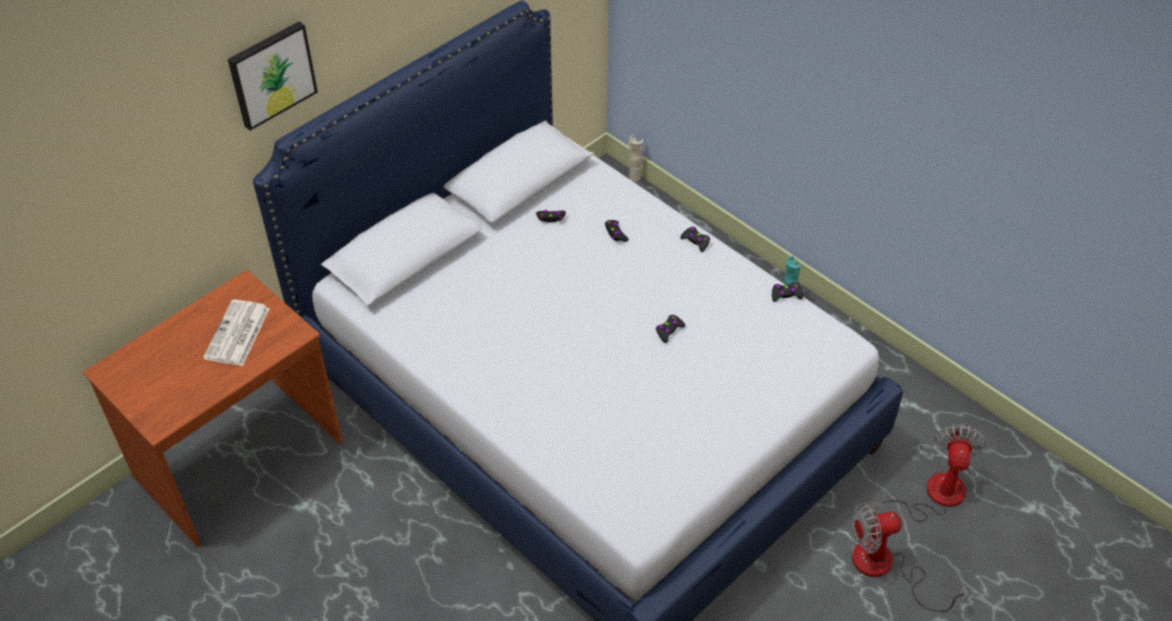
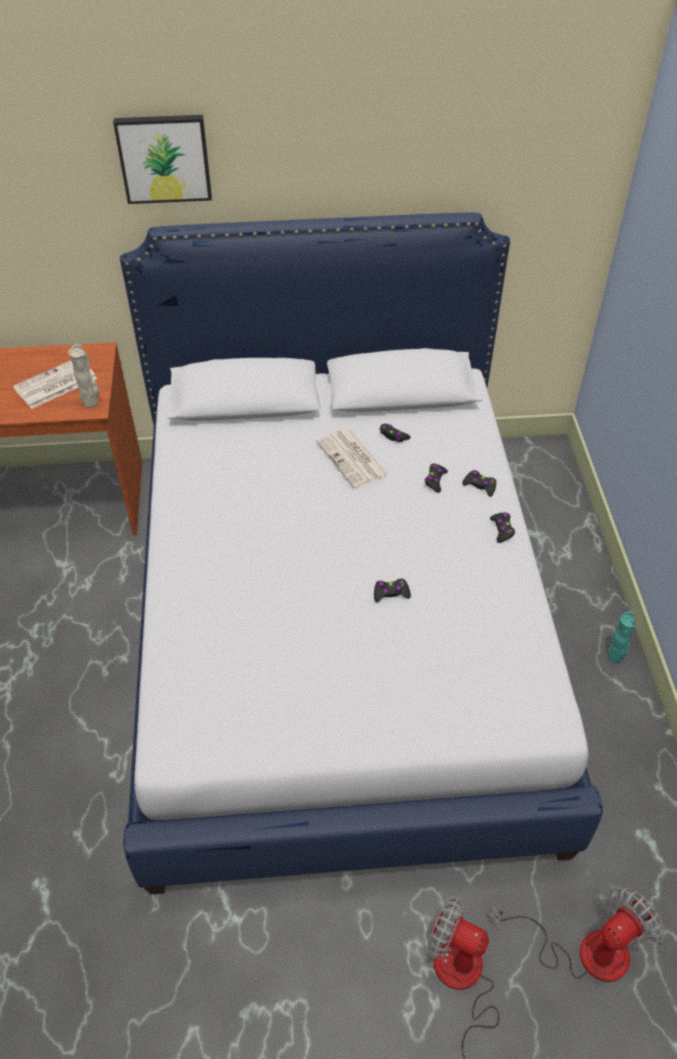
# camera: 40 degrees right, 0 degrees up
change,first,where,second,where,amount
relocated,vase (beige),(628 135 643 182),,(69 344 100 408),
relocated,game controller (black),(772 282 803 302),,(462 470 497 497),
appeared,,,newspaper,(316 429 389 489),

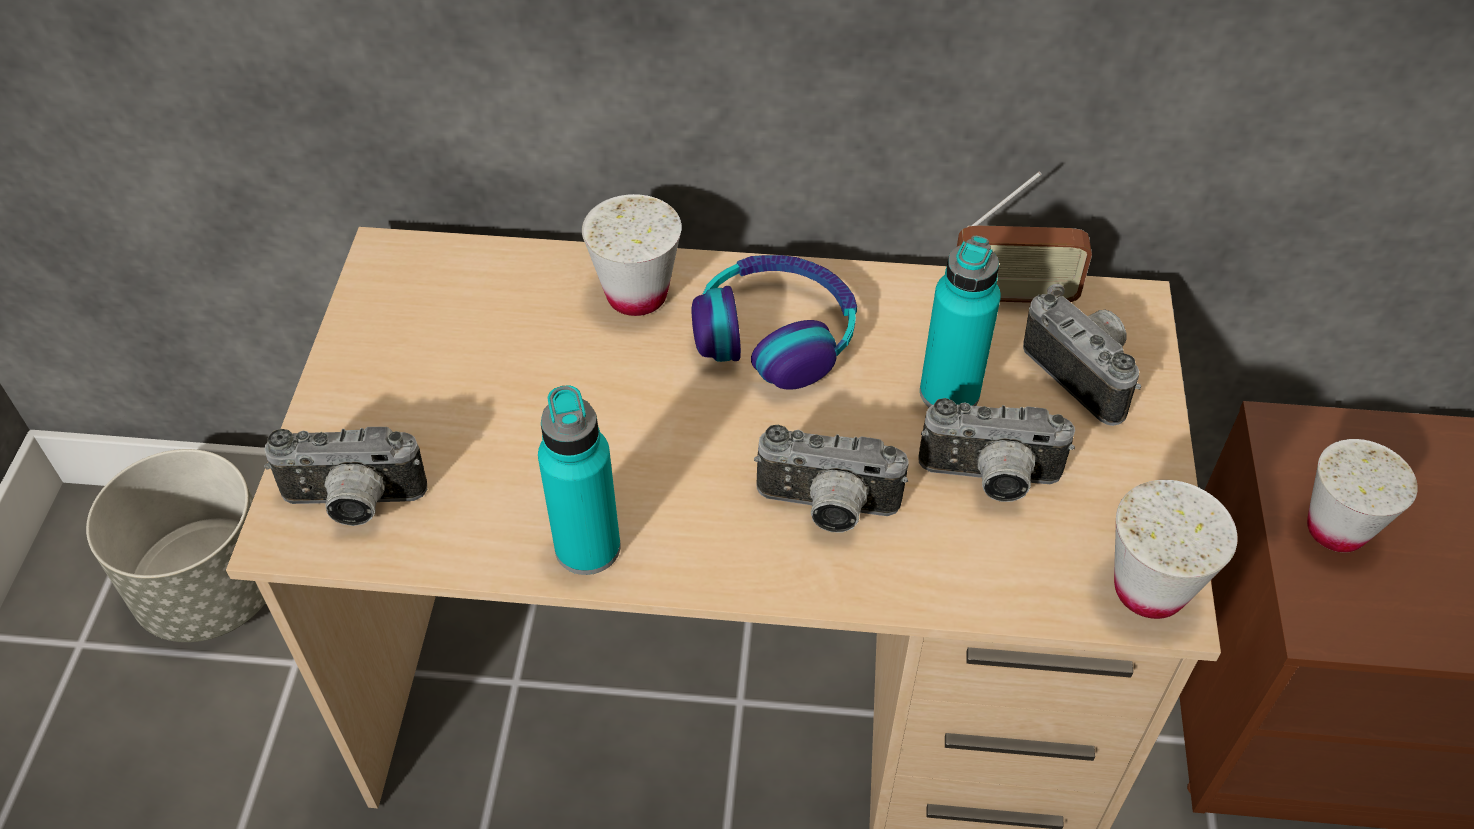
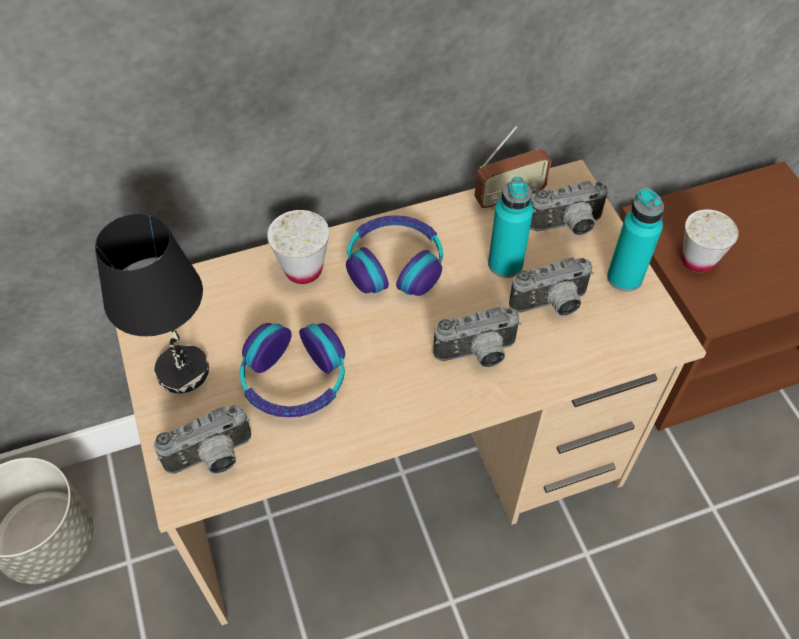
# camera: 25 degrees left, 5 degrees up
change,first,where,second,where,amount
spun,photo camera,(1023 294 1141 426),,(530 181 609 235),135 degrees clockwise
relocated,bottle (turquoise),(538 386 621 575),,(607 187 664 292),
missing,cup (white),(1114 480 1238 619),,,
appeared,,,table lamp (black),(95 213 209 393),
appeared,,,headphones,(240 323 345 417),

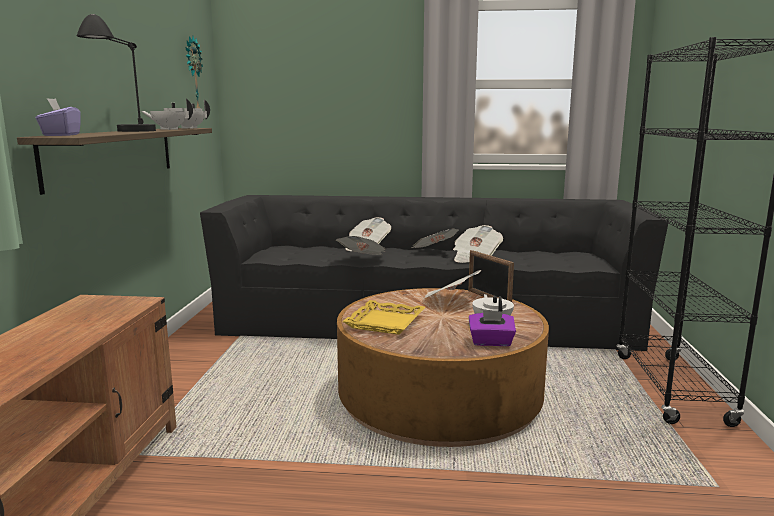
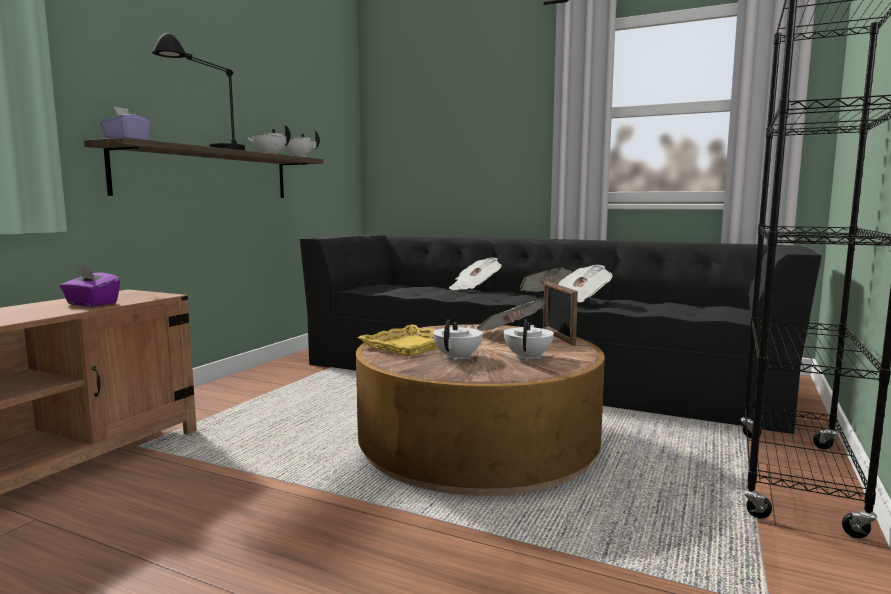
# camera: 20 degrees right, 5 degrees down
change,first,where,second,where,amount
missing,wall clock,(185 36 203 108),,,
missing,newspaper,(336 236 385 255),,,
relocated,tissue box (purple),(469 310 516 346),,(60 265 120 307),
appeared,,,teapot (white),(433 320 483 361),

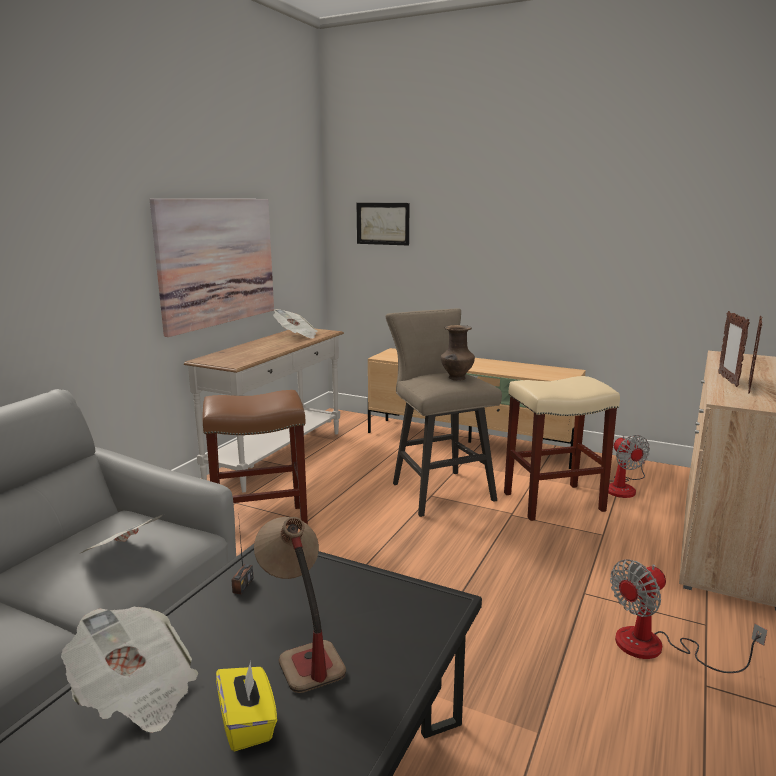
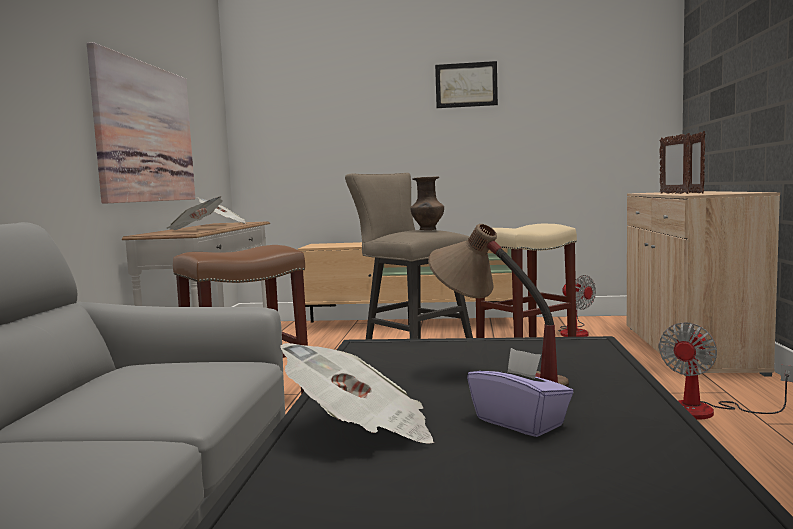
# camera: 20 degrees left, 10 degrees down
change,first,where,second,where,amount
relocated,picture,(357 203 410 246),,(435 61 498 108),
missing,radio,(231 513 254 594),,,
relocated,newspaper,(81 515 162 553),,(167 196 223 230),
colour,tissue box (yellow),(216 661 277 752),tissue box (purple),(467 348 574 437),

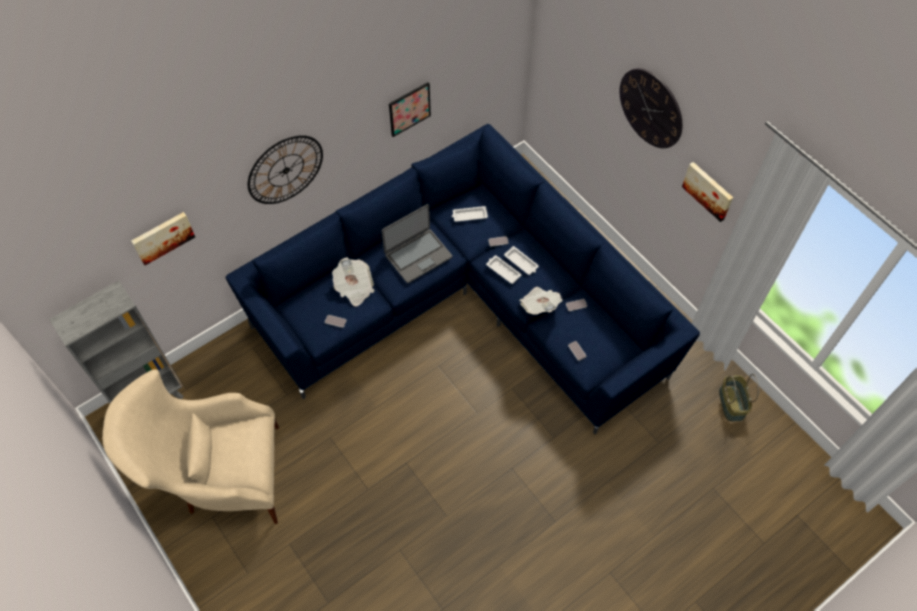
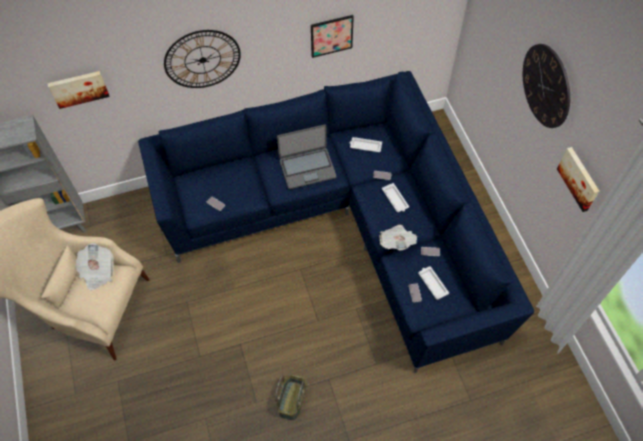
# camera: 20 degrees right, 0 degrees up
change,first,where,second,where,amount
relocated,tray (white),(486 255 522 284),,(418 266 449 300),
relocated,newspaper,(332 257 374 307),,(75 243 114 291),
relocated,basket,(719 374 759 422),,(275 374 305 420),

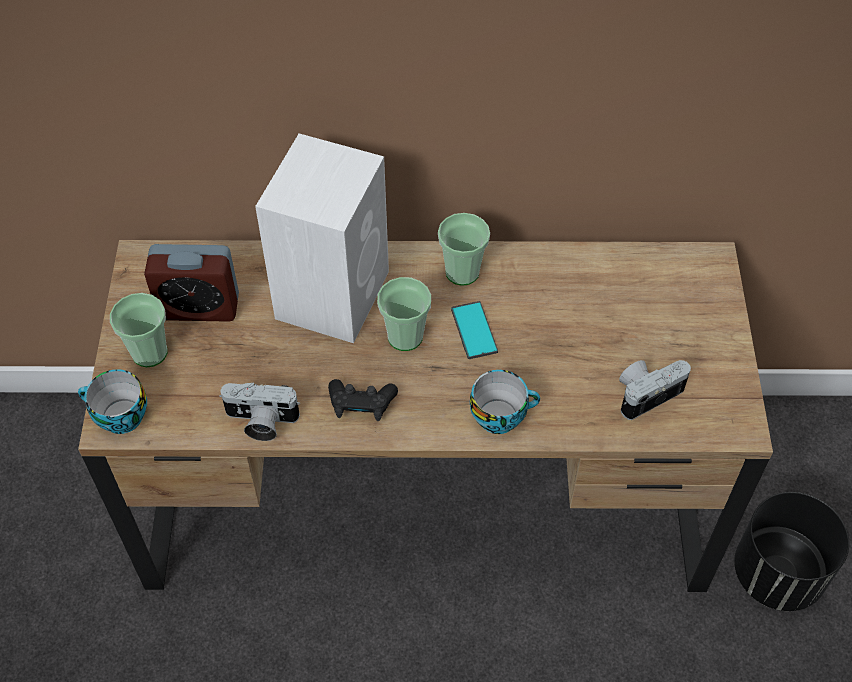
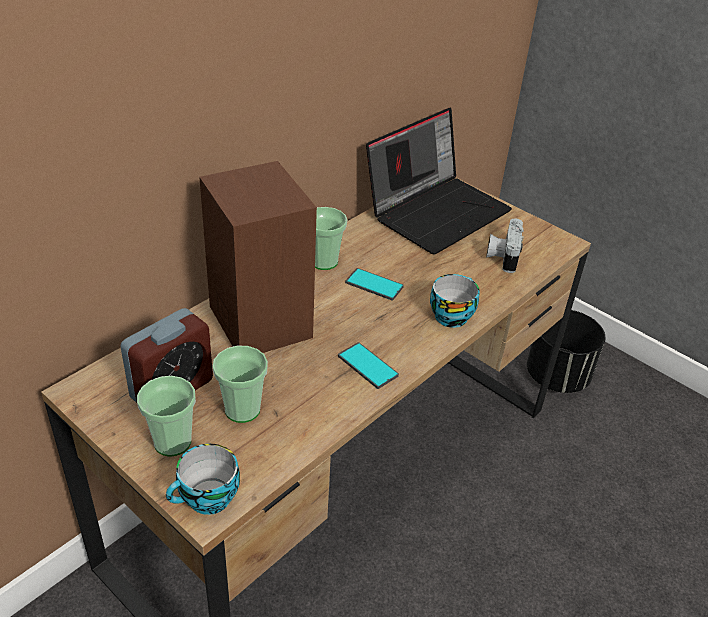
# camera: 50 degrees left, 15 degrees down
change,first,where,second,where,amount
colour,speaker (white),(255 133 389 343),speaker (brown),(199 161 317 353),
relocated,cup,(377 277 431 351),,(212 346 268 423),
exchanged,game controller (black),(328 379 398 421),phone,(338 342 399 389),
missing,photo camera,(220 382 300 441),,,
appeared,,,laptop,(366 107 512 255),

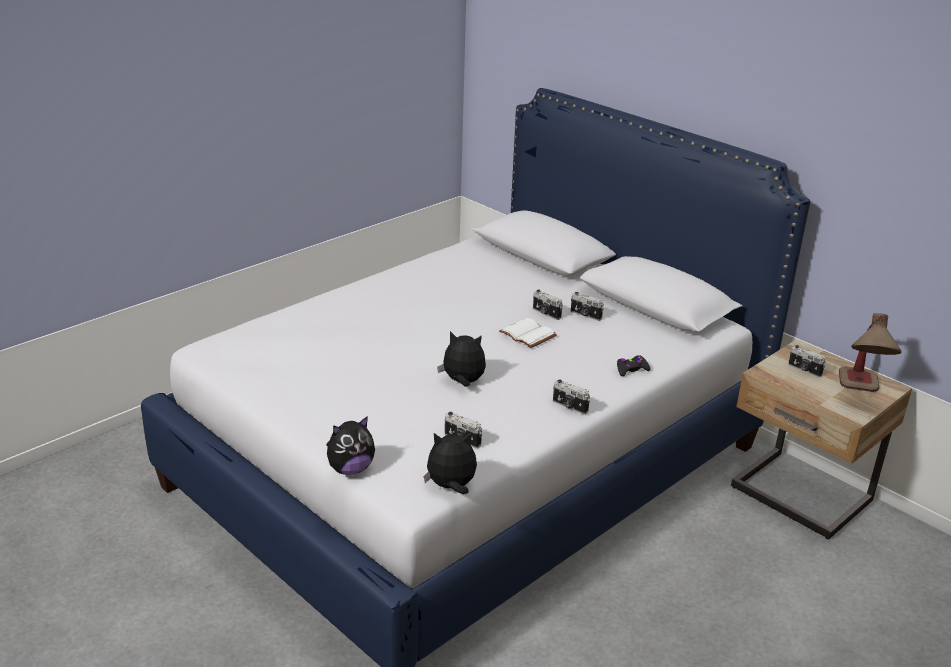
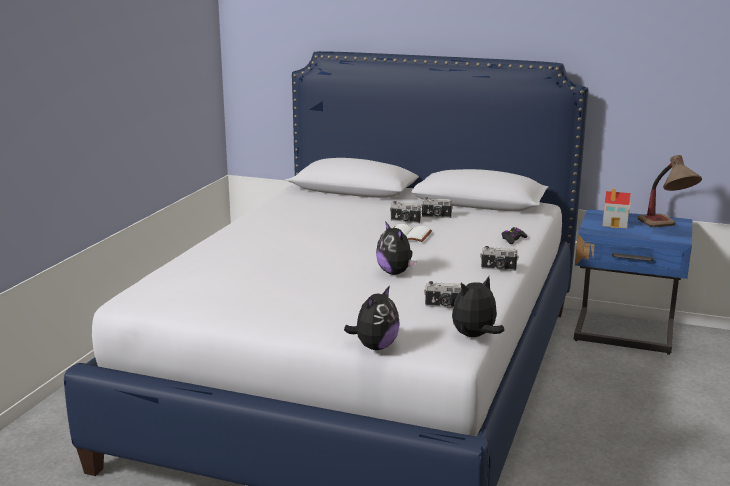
# camera: 25 degrees left, 10 degrees down
change,first,where,second,where,amount
spun,plush toy,(437 331 486 387),,(376 221 416 275),105 degrees counterclockwise
colour,nightstand (beige),(731 339 912 540),nightstand (blue),(574 209 692 355),
exchanged,photo camera,(788 345 826 377),toy house,(602 189 631 228),

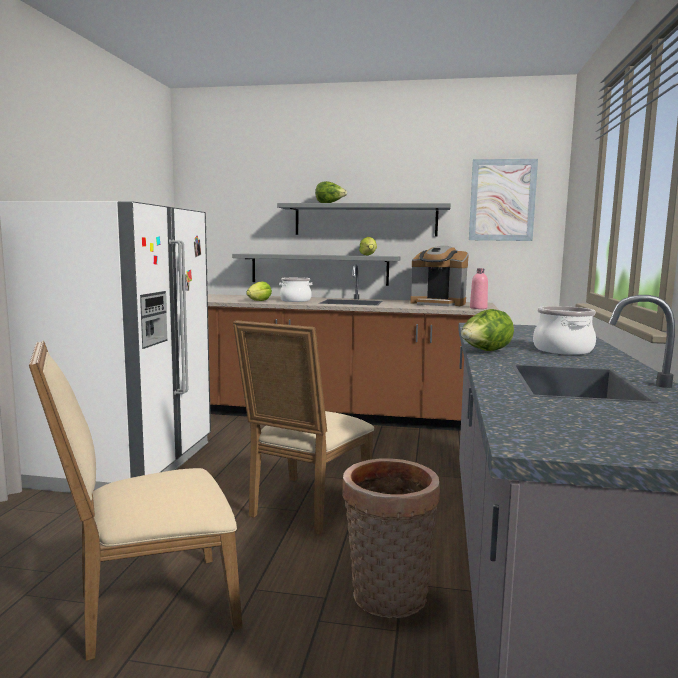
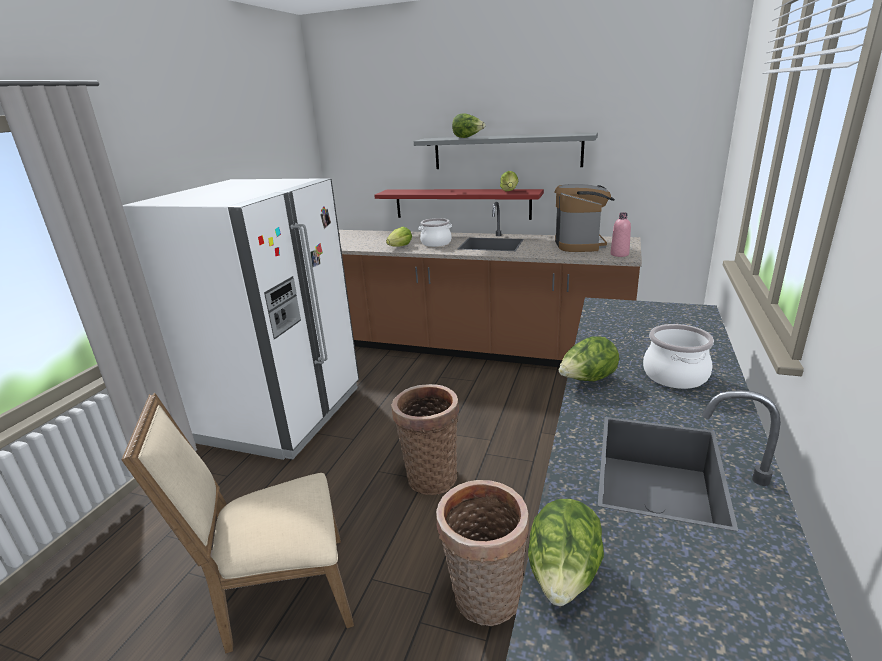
# camera: 10 degrees right, 15 degrees up
change,first,where,second,where,amount
missing,picture,(469 159 538 241),,,
spun,coffee machine,(410 246 469 306),,(555 184 615 252),120 degrees counterclockwise
colour,shelf (grey),(232 254 401 286),shelf (red),(374 189 544 220),
exchanged,chair (beige),(233 320 374 535),basket,(392 384 459 495),
appeared,,,lettuce,(528 499 604 606),

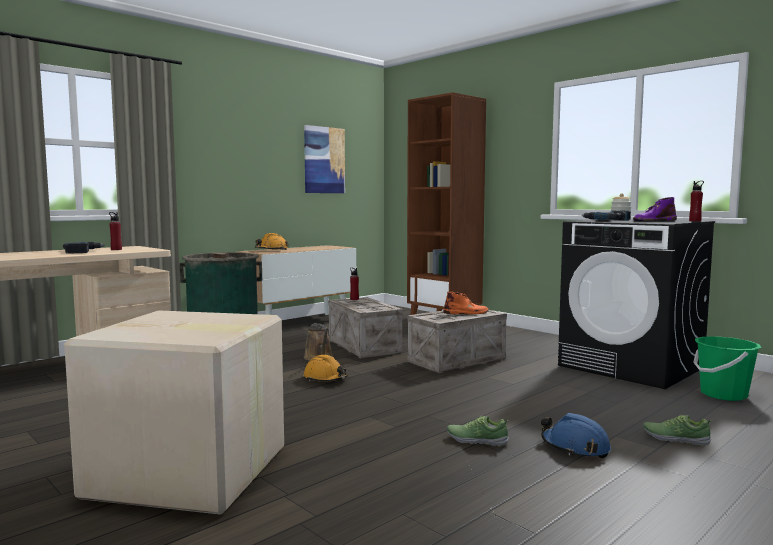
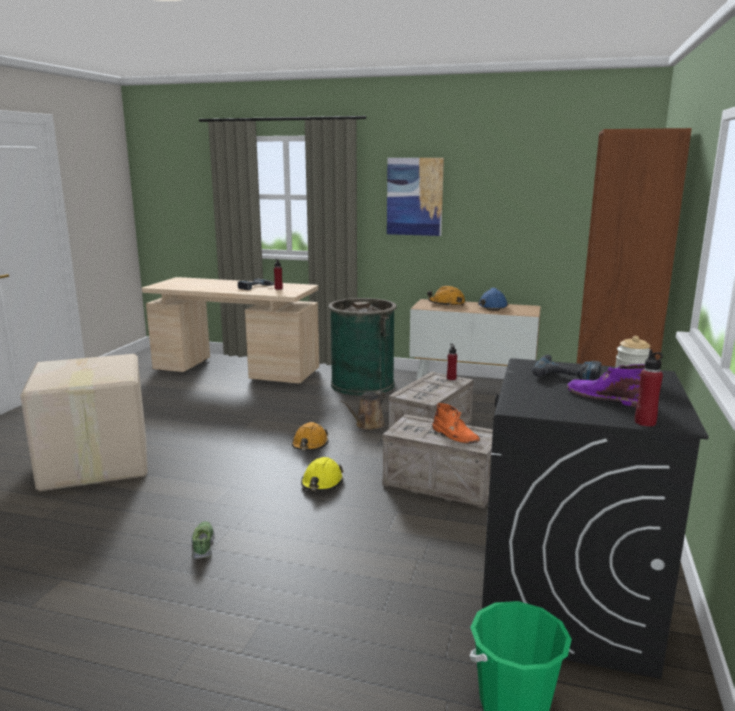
# camera: 60 degrees right, 10 degrees up
change,first,where,second,where,amount
relocated,picture,(304 125 345 193),,(387 158 444 236),
relocated,hard hat (blue),(541 413 611 459),,(478 288 508 311),
missing,shoe,(643 414 712 446),,,
appeared,,,hard hat (yellow),(301 457 344 491),

